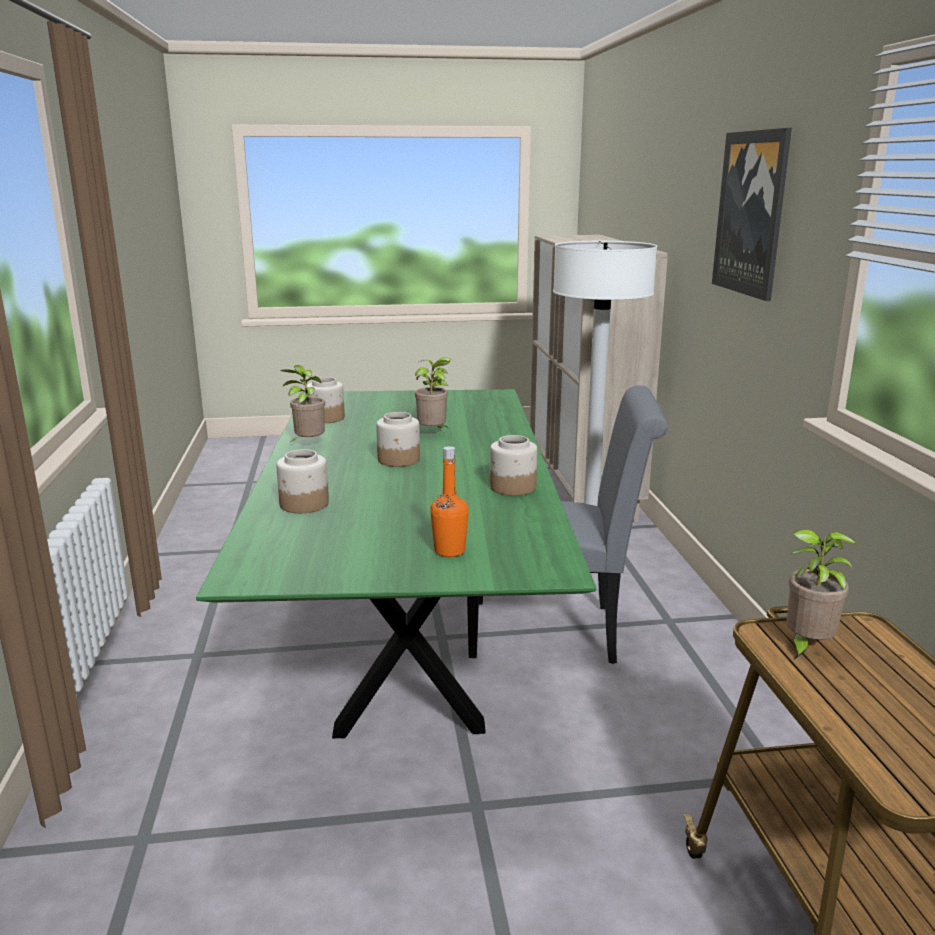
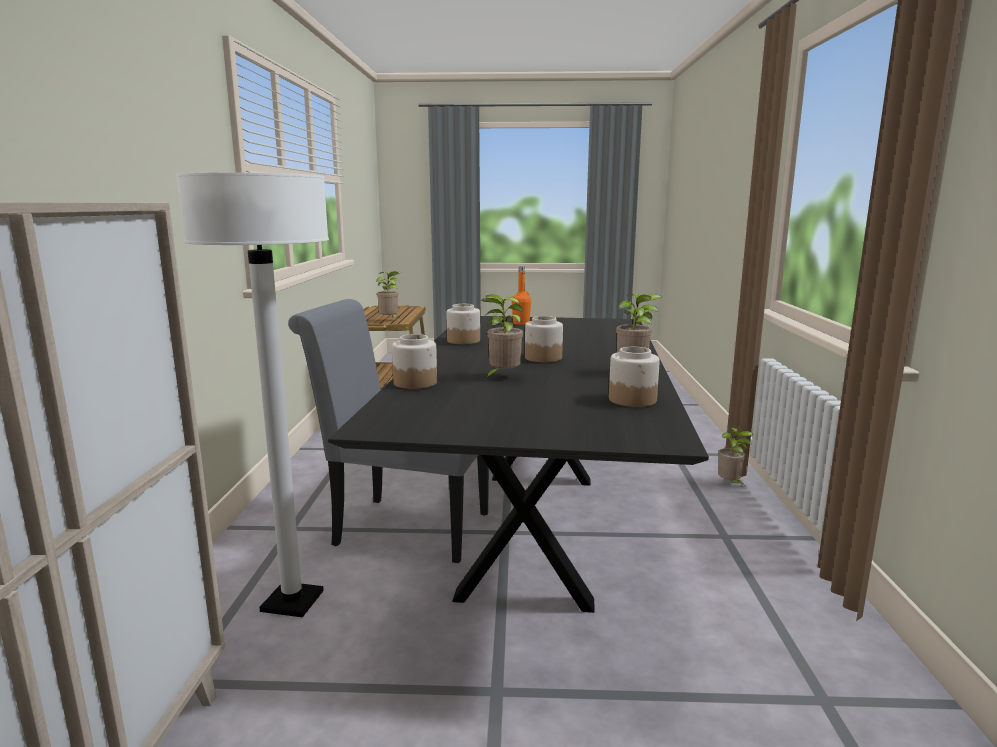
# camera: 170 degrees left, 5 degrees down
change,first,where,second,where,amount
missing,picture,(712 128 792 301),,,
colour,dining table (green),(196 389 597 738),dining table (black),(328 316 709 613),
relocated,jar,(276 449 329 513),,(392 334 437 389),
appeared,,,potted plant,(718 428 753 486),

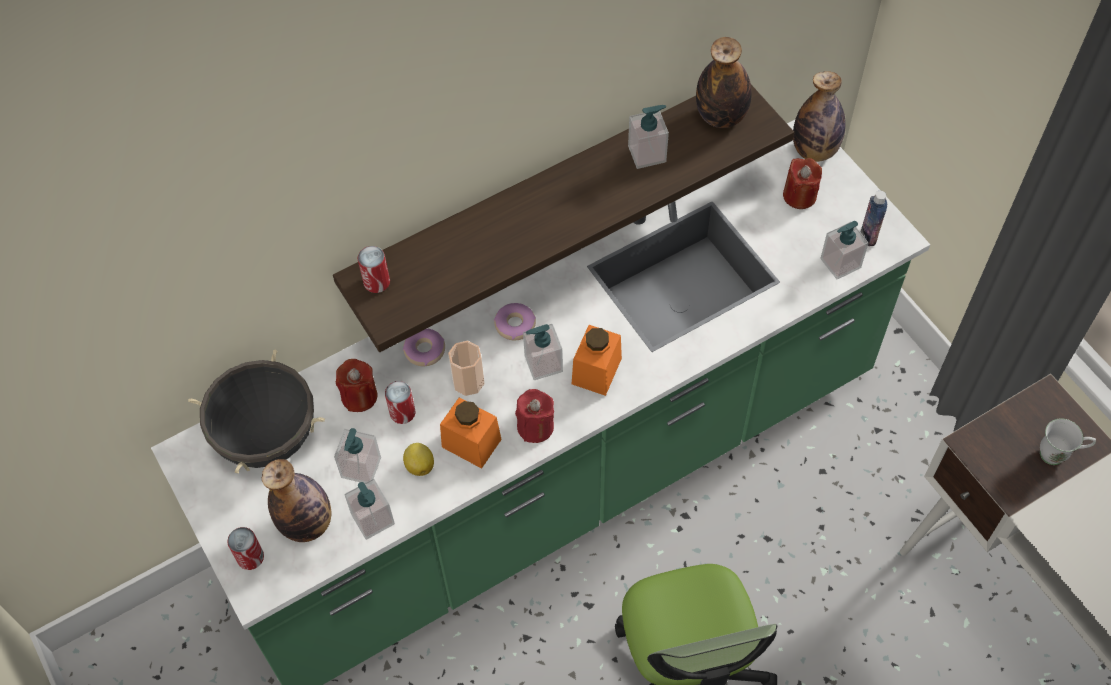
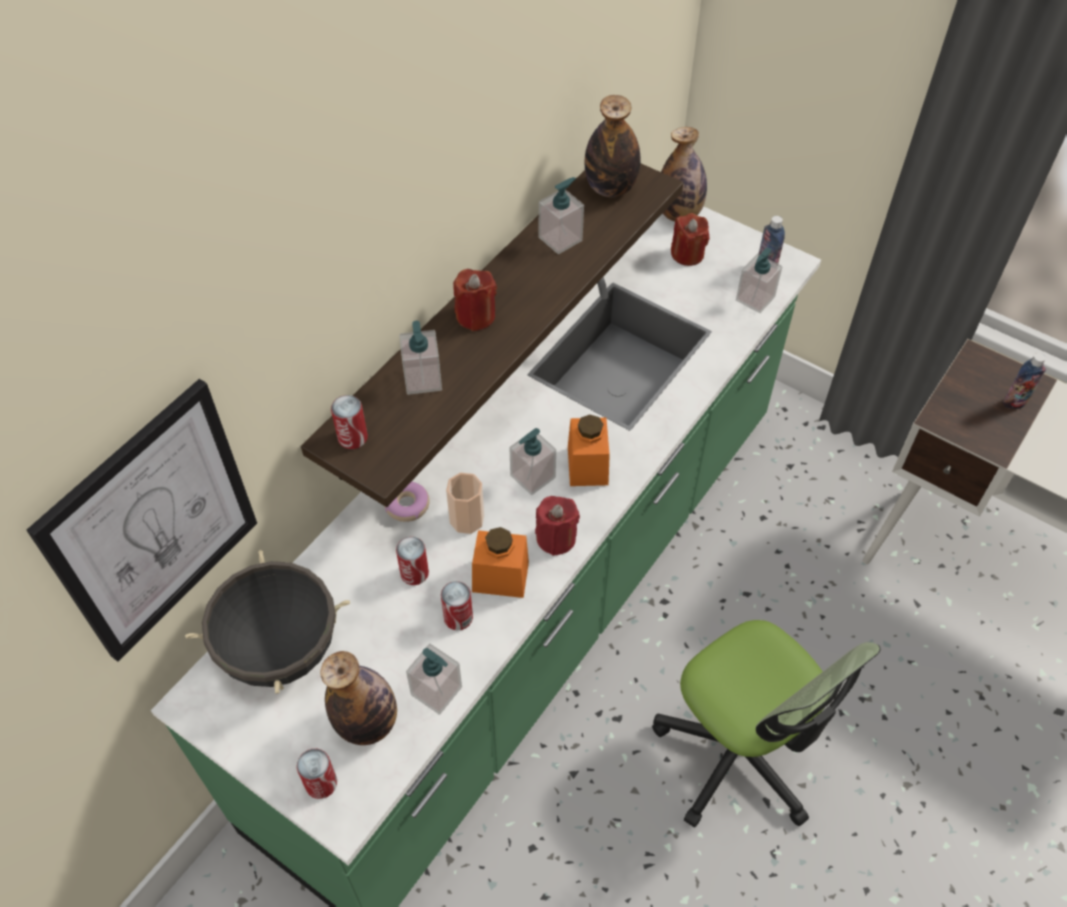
# camera: 25 degrees left, 5 degrees down
change,first,where,second,where,amount
missing,donut,(494 303 536 340),,,
relocated,candle (red),(336 359 378 412),,(453 269 497 331),
exchanged,mug (white),(1040 418 1096 465),bottle,(1003 353 1046 409),
relocated,soap dispenser,(334 428 381 483),,(399 321 442 395),
exchanged,lemon,(403 443 434 476),can,(441 581 473 630),
appeared,,,picture,(27 379 257 662),

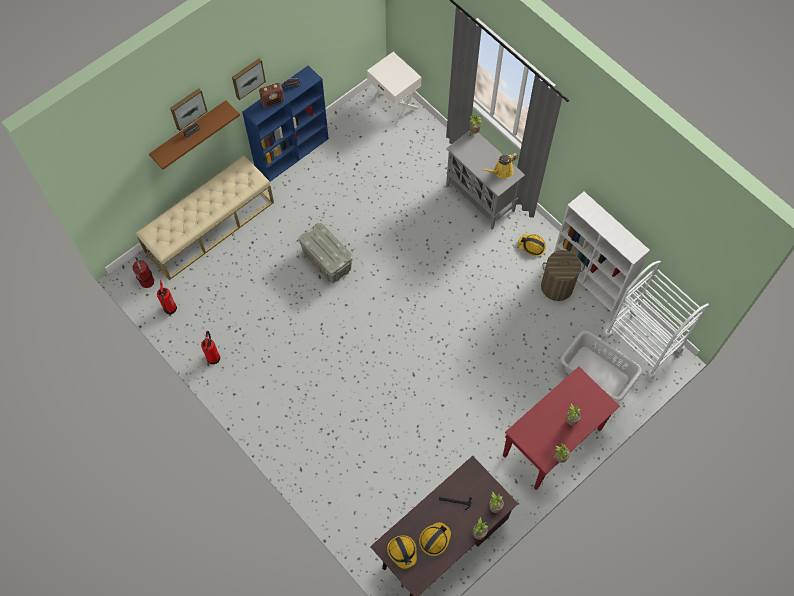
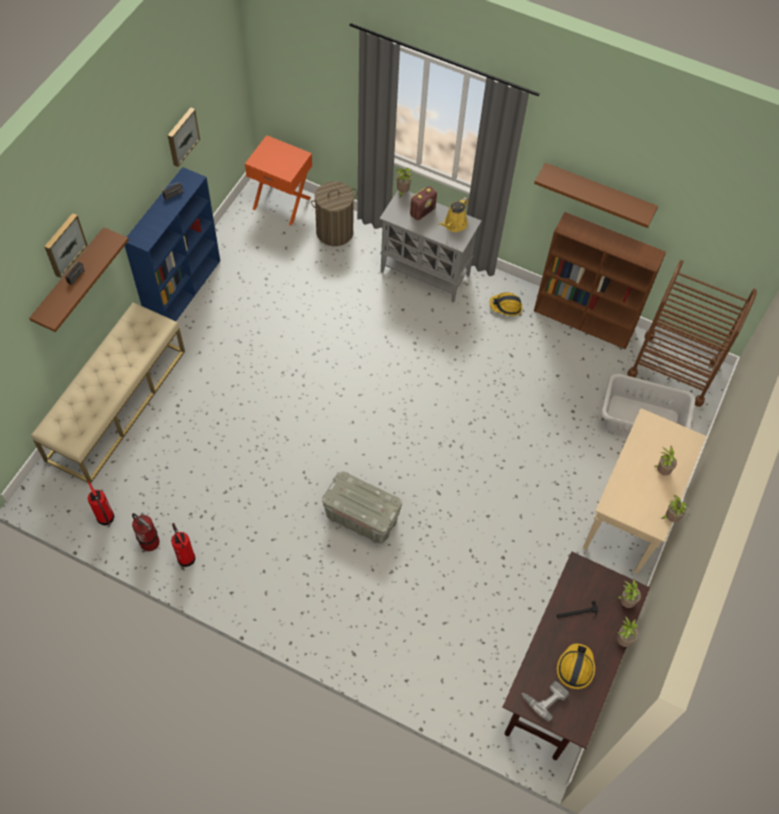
# camera: 25 degrees left, 5 degrees down
change,first,where,second,where,amount
colour,nightstand (white),(367 52 422 127),nightstand (orange),(245 135 312 225),
relocated,picture,(232 58 266 100),,(168 107 200 167),
relocated,radio,(259 83 284 107),,(410 186 437 220),
colour,bookcase (white),(554 192 650 312),bookcase (brown),(534 212 666 349),
relocated,storage box (grey),(299 222 353 283),,(322 471 402 544),
relocated,laundry basket,(541 250 585 301),,(311 181 357 246),
relocated,fire extinguisher,(133 257 154 288),,(132 513 160 551),
colour,cart (white),(603 260 709 379),cart (brown),(627 260 757 407),
colour,console table (red),(503 367 620 490),console table (beige),(582 408 706 574),
exchanged,hard hat,(387 535 417 569),power drill,(522 681 569 722),
appeared,,,shelf (brown),(534 163 658 228),

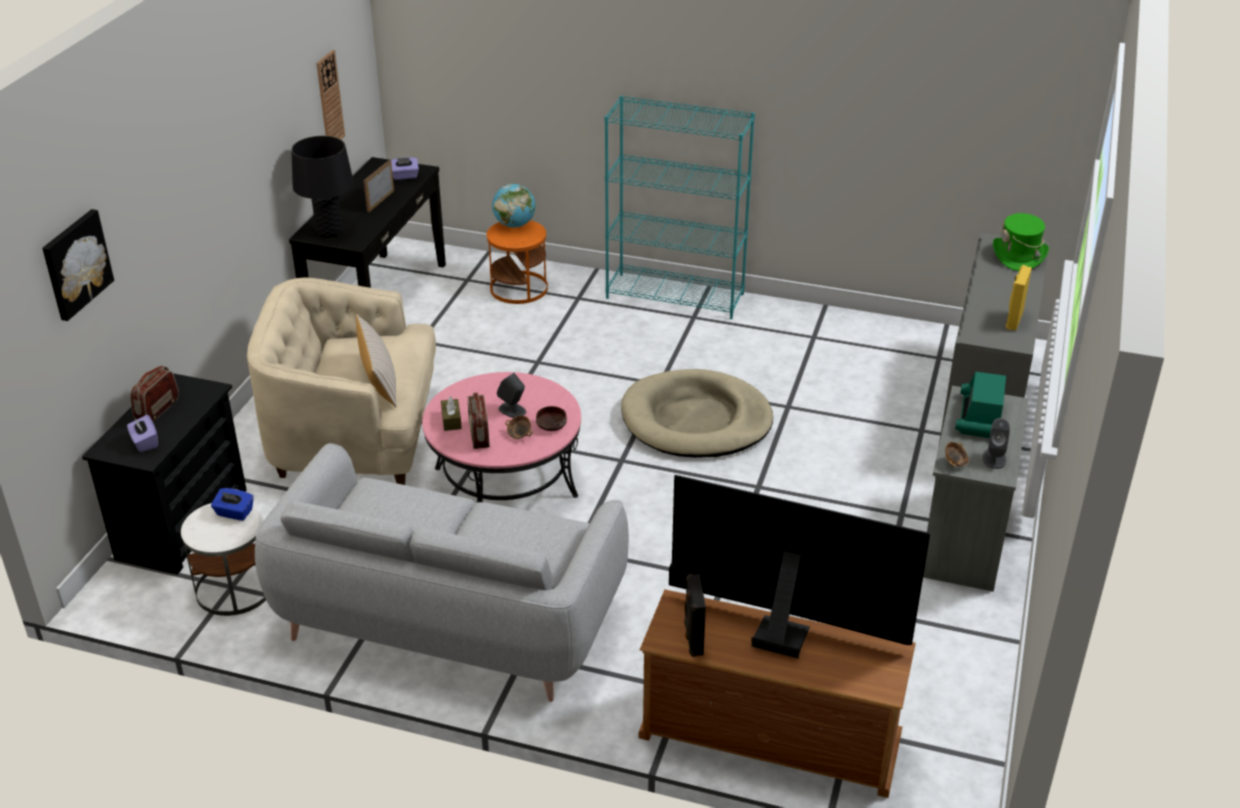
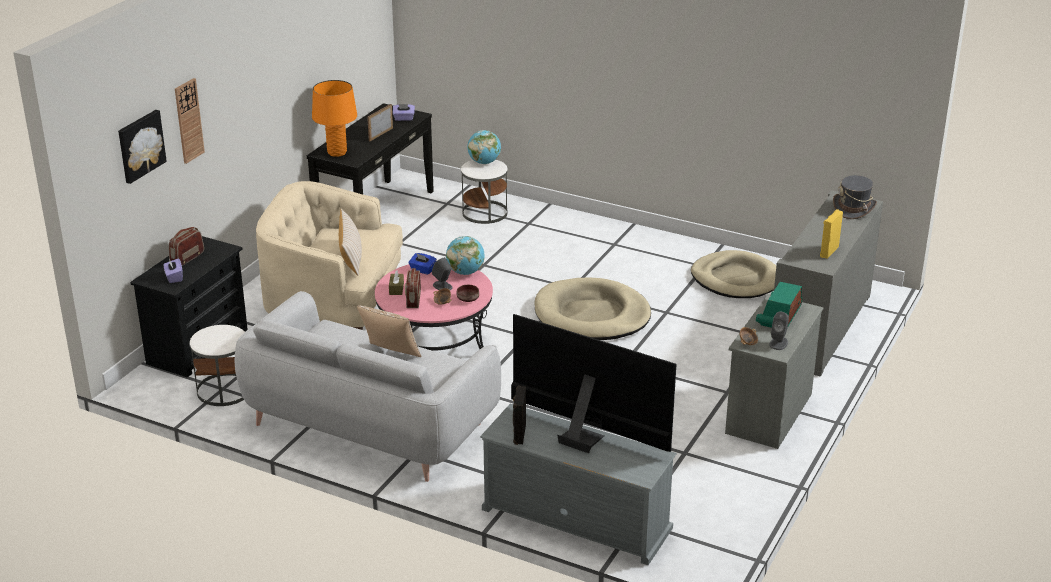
# camera: 10 degrees right, 5 degrees down
change,first,where,second,where,amount
relocated,wall clock,(316 50 345 140),,(175 78 205 164),
missing,bookcase (turquoise),(604 95 755 319),,,
colour,table lamp (black),(291 136 354 238),table lamp (orange),(312 80 357 157),
colour,hat (green),(993 213 1049 271),hat (grey),(833 175 877 219),
colour,side table (orange),(487 220 548 304),side table (white),(461 160 508 224),
relocated,tissue box (blue),(211 488 254 521),,(409 253 437 275),
colour,tv stand (brown),(639 589 916 798),tv stand (grey),(480 404 677 565),
appeared,,,globe,(446 236 485 275),
appeared,,,dog bed (beige),(691 250 776 298),
appeared,,,pillow,(357 306 421 357),

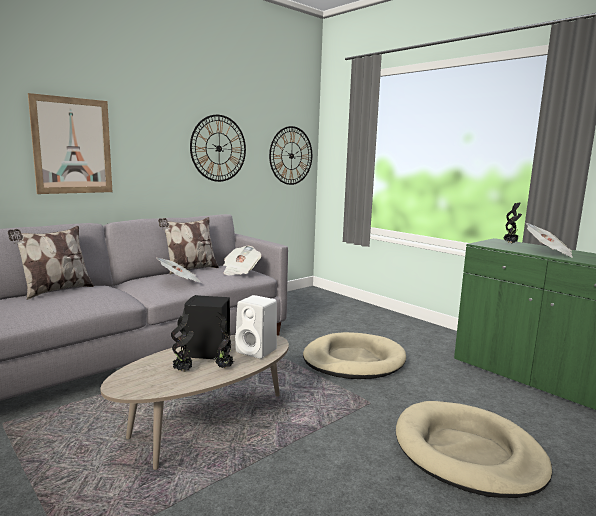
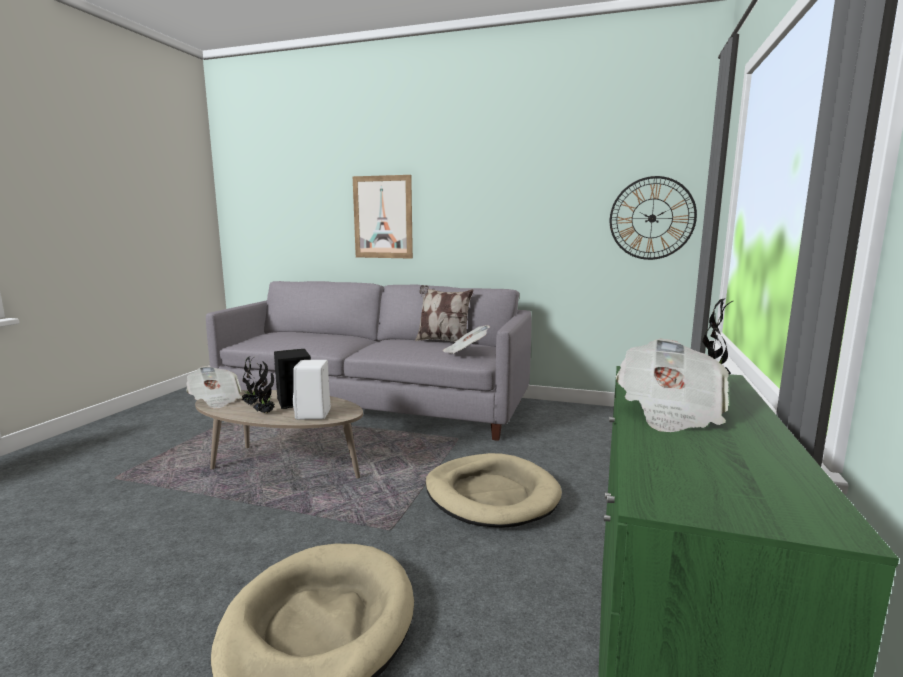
# camera: 60 degrees right, 0 degrees up
change,first,where,second,where,amount
missing,wall clock,(190 115 246 182),,,
missing,pillow,(8 226 94 300),,,
relocated,newspaper,(156 258 202 283),,(186 366 242 409),

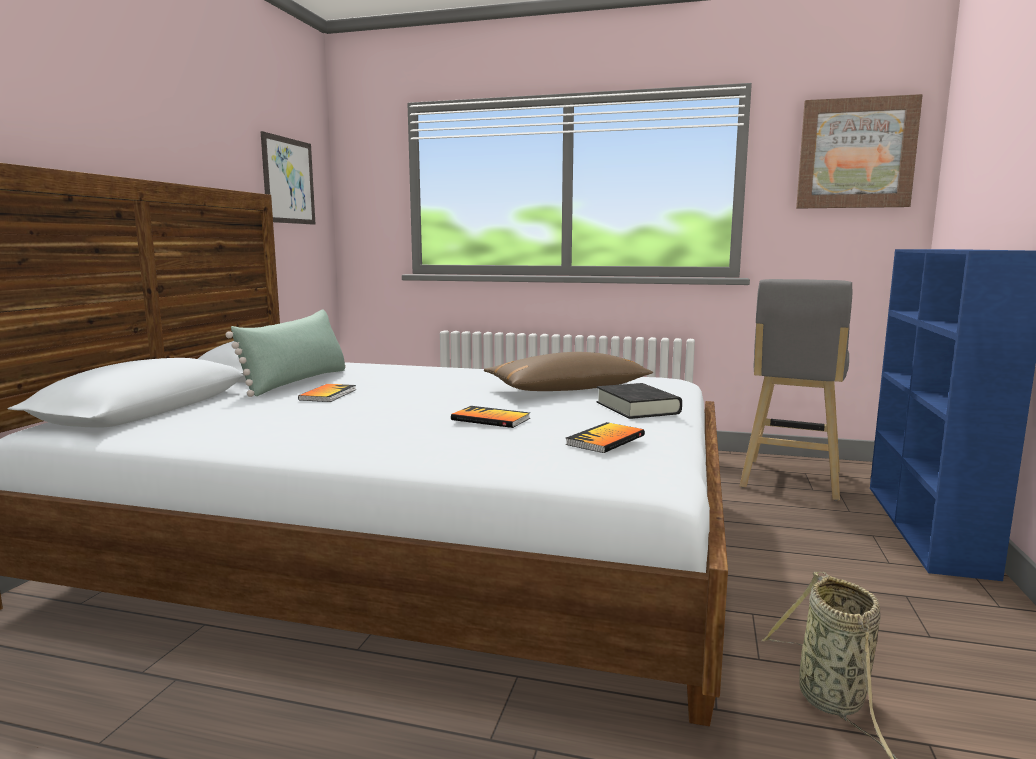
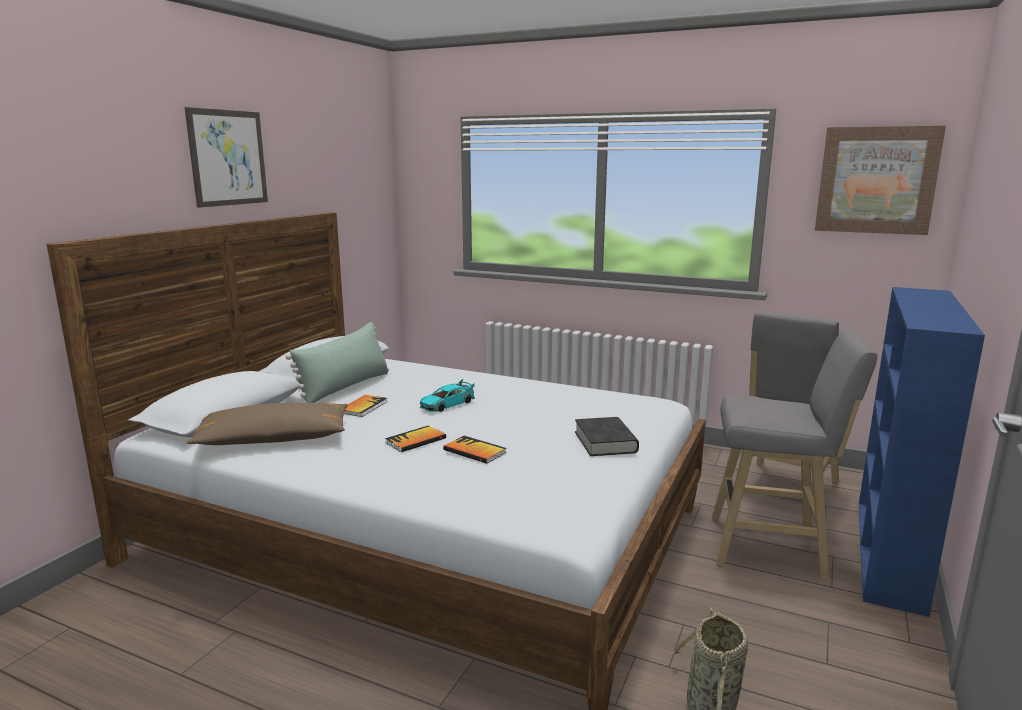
# camera: 10 degrees right, 5 degrees up
change,first,where,second,where,amount
relocated,picture,(261 131 316 225),,(185 107 268 208),
relocated,pillow (brown),(484 352 653 391),,(186 403 348 445),
relocated,book,(565 422 645 453),,(385 425 446 452),
appeared,,,stool (grey),(712 330 877 579),
appeared,,,toy car (turquoise),(420 379 475 412),

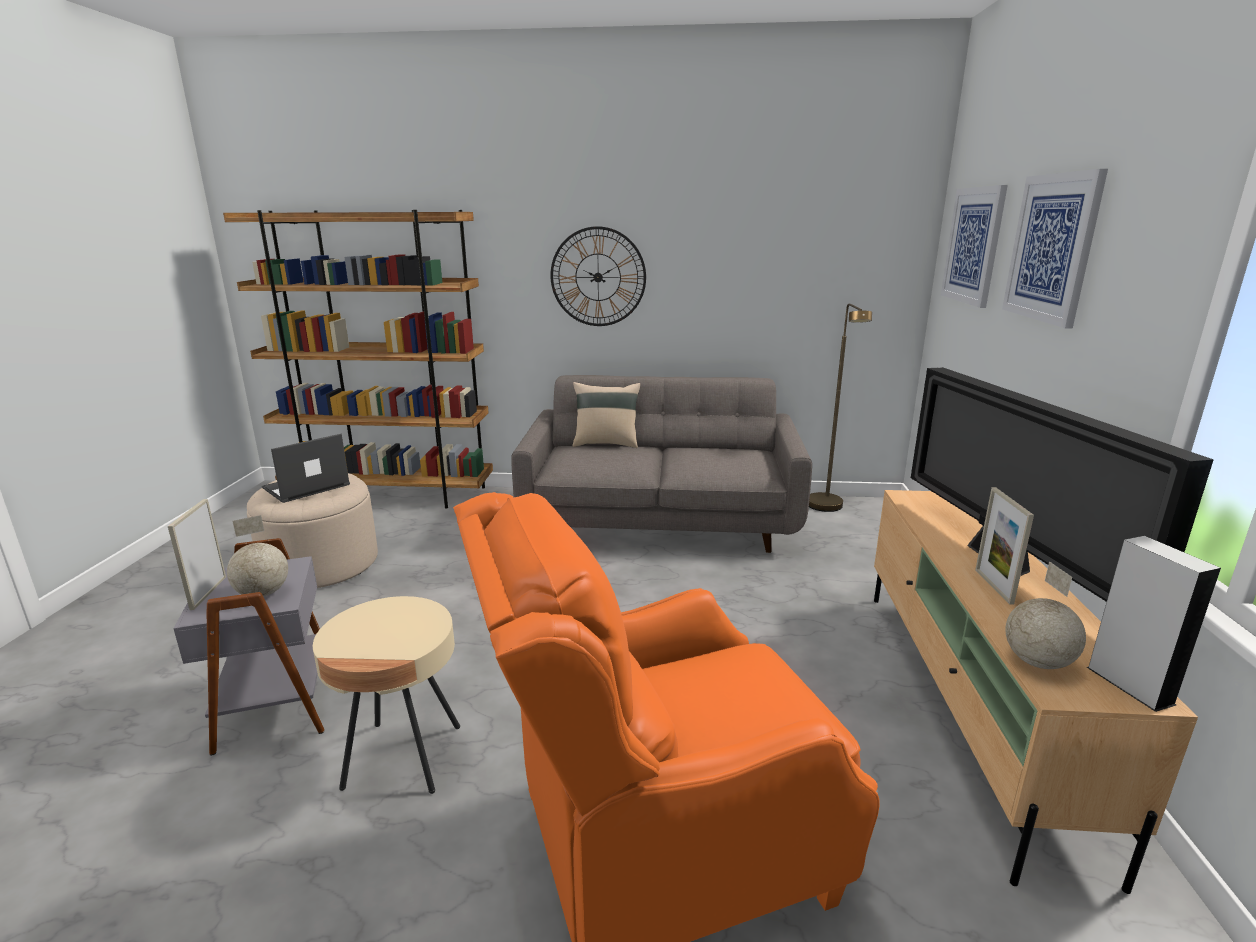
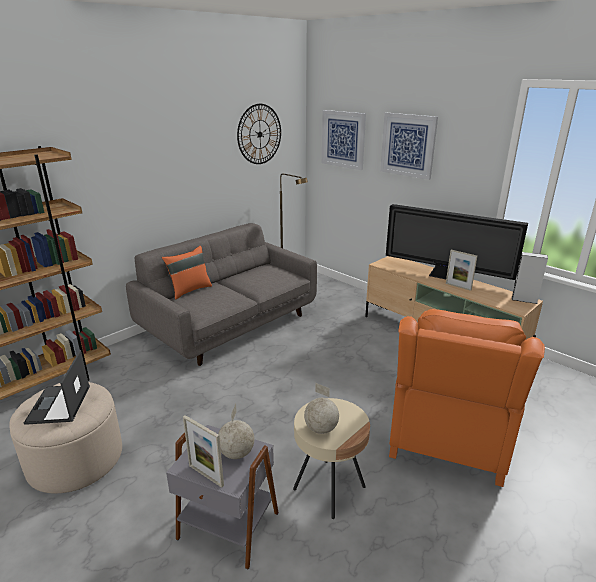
# camera: 50 degrees left, 5 degrees up
change,first,where,second,where,amount
relocated,wall clock,(550 226 646 326),,(237 104 281 164),
colour,pillow (beige),(572 382 640 448),pillow (orange),(162 246 212 300),
relocated,globe,(1005 561 1086 669),,(304 383 339 434),

